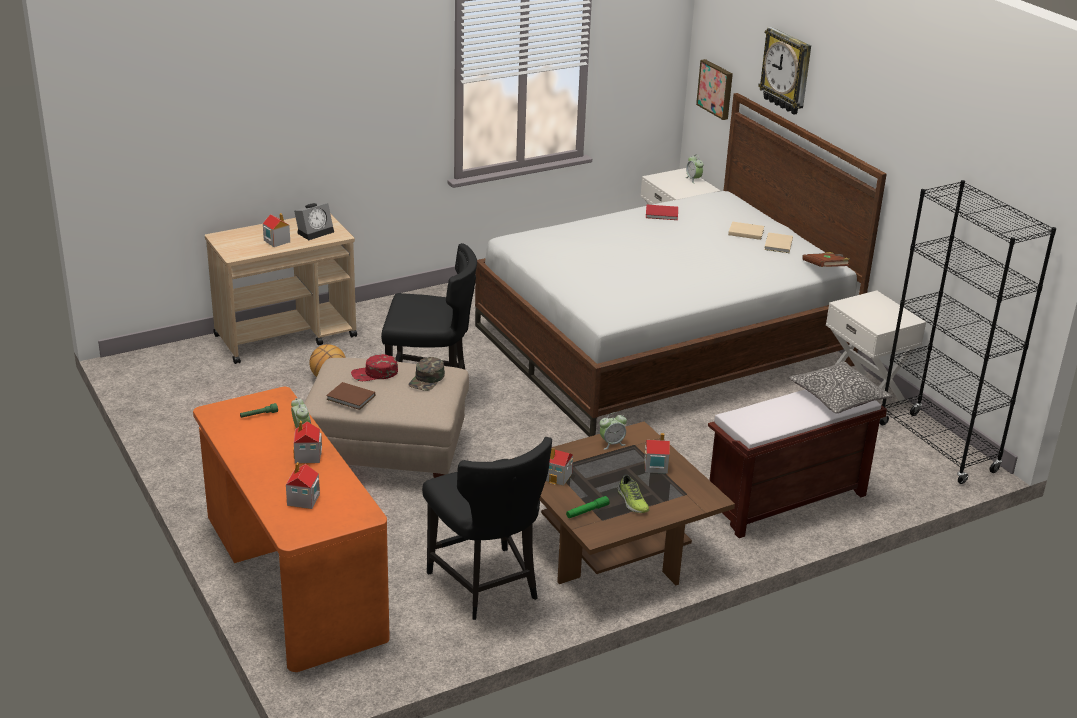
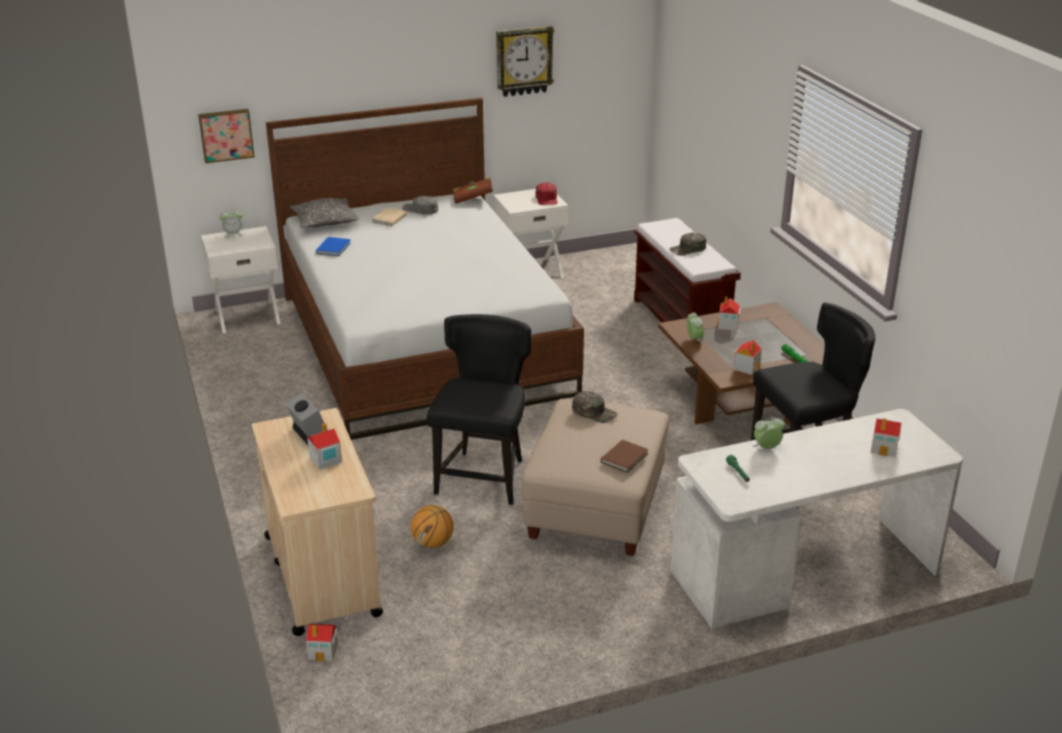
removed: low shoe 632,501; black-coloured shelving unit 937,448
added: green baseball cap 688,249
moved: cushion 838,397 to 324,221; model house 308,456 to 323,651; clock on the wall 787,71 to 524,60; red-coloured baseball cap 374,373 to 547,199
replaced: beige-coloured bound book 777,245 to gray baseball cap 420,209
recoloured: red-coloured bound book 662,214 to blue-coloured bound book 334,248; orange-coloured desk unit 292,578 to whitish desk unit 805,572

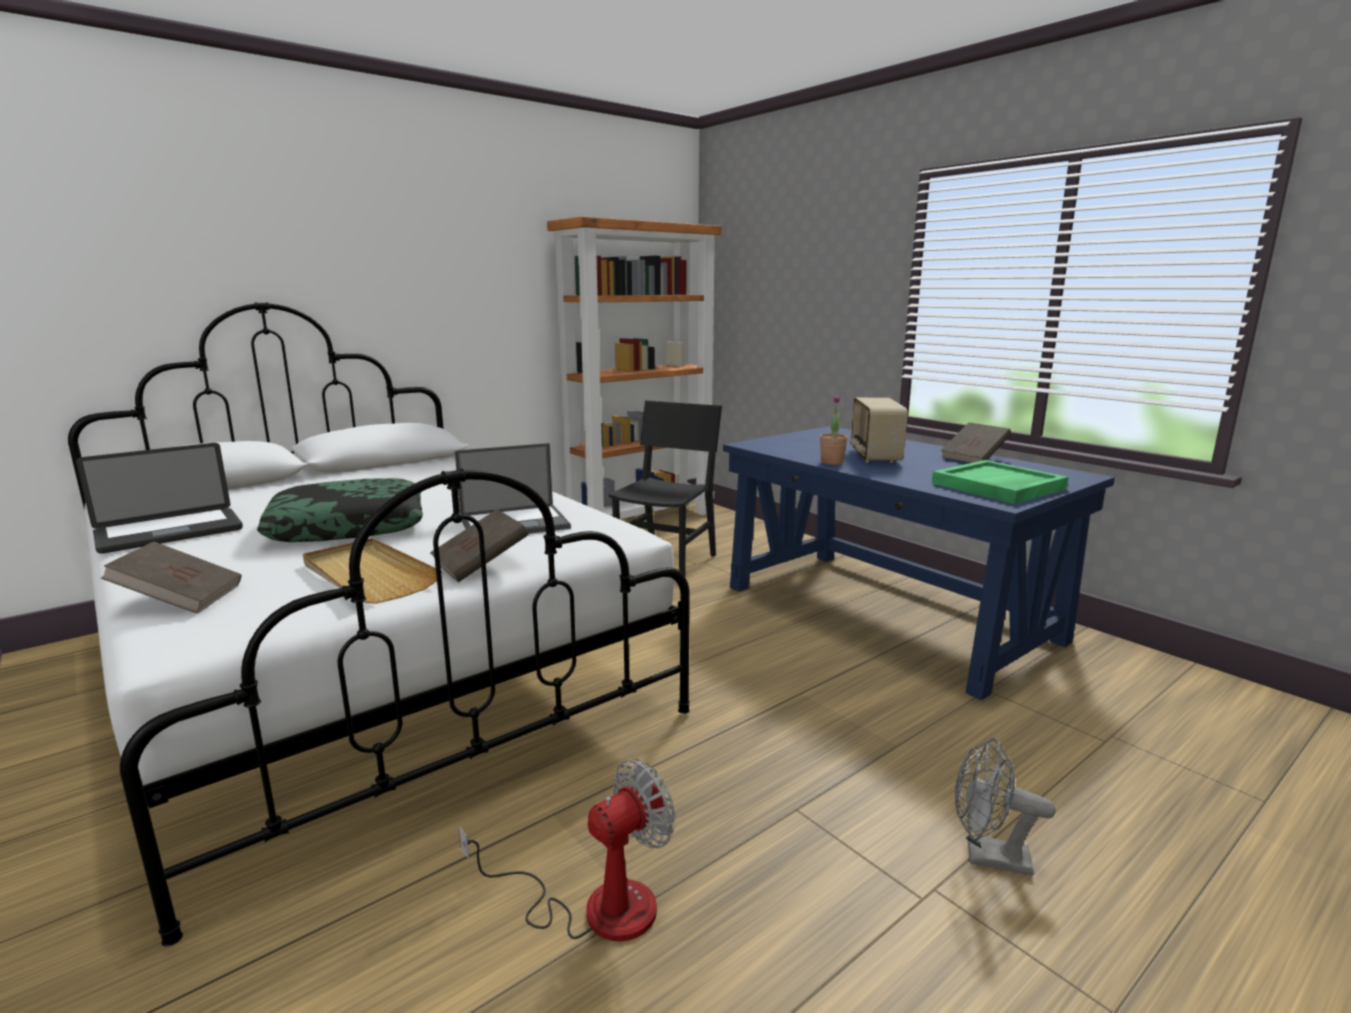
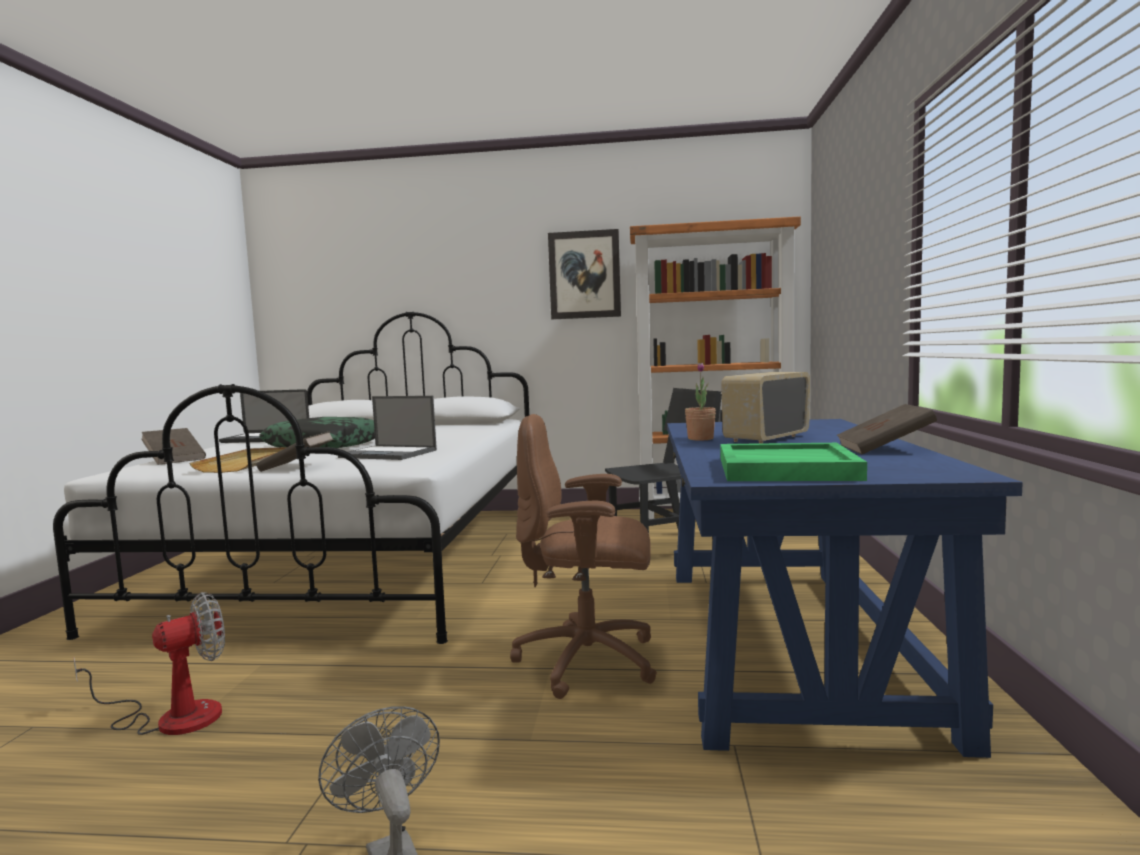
added: brownish desk chair 590,661; picture 584,275
turned: electric fan 595,906 = 172,717 45 degrees counterclockwise

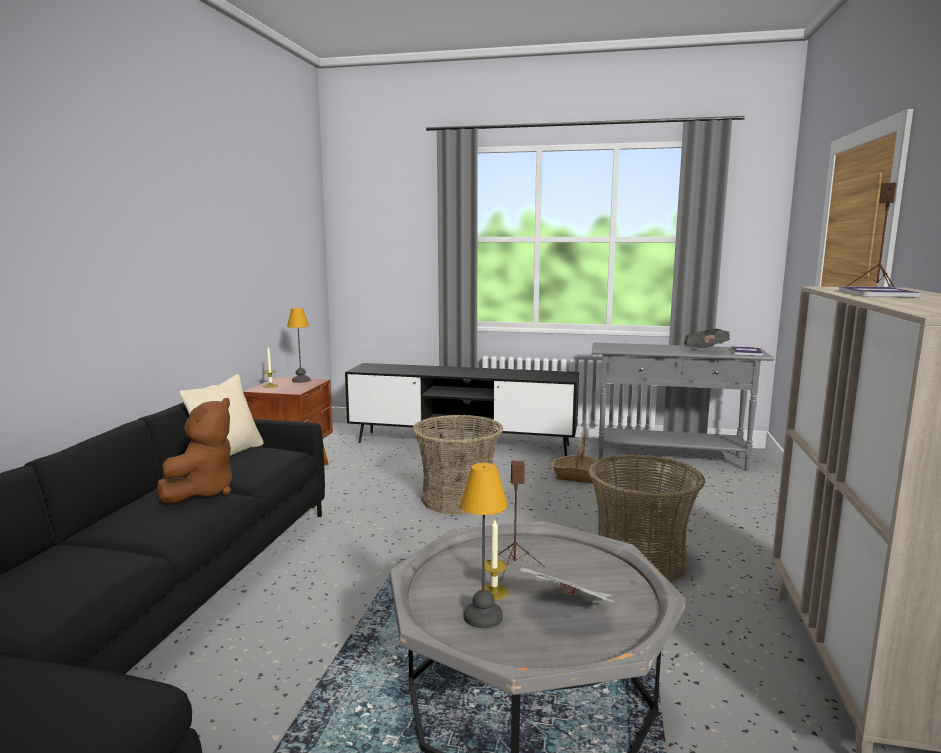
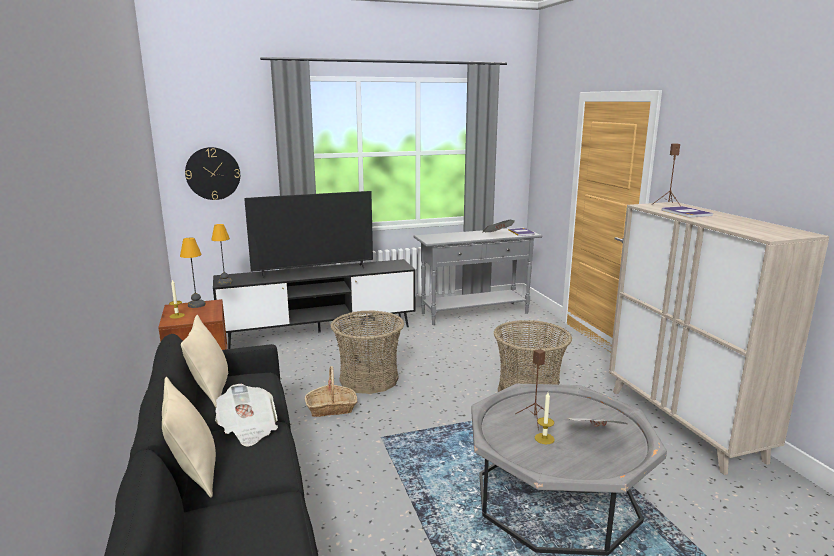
added: beige-coloured cushion 194,473; clock on the wall 213,173; TV 314,271
moved: table lamp 484,616 to 225,282; storage basket 578,476 to 331,408
replaced: brownish cuddly toy 202,492 to newspaper 248,429

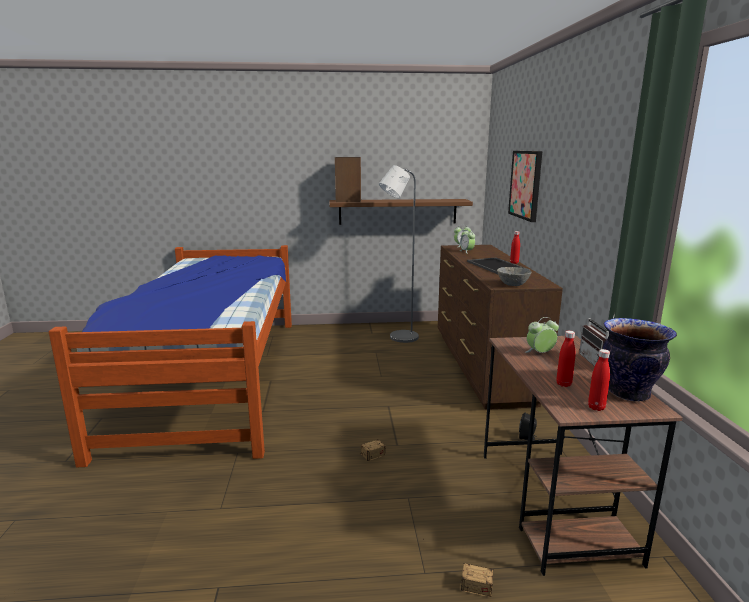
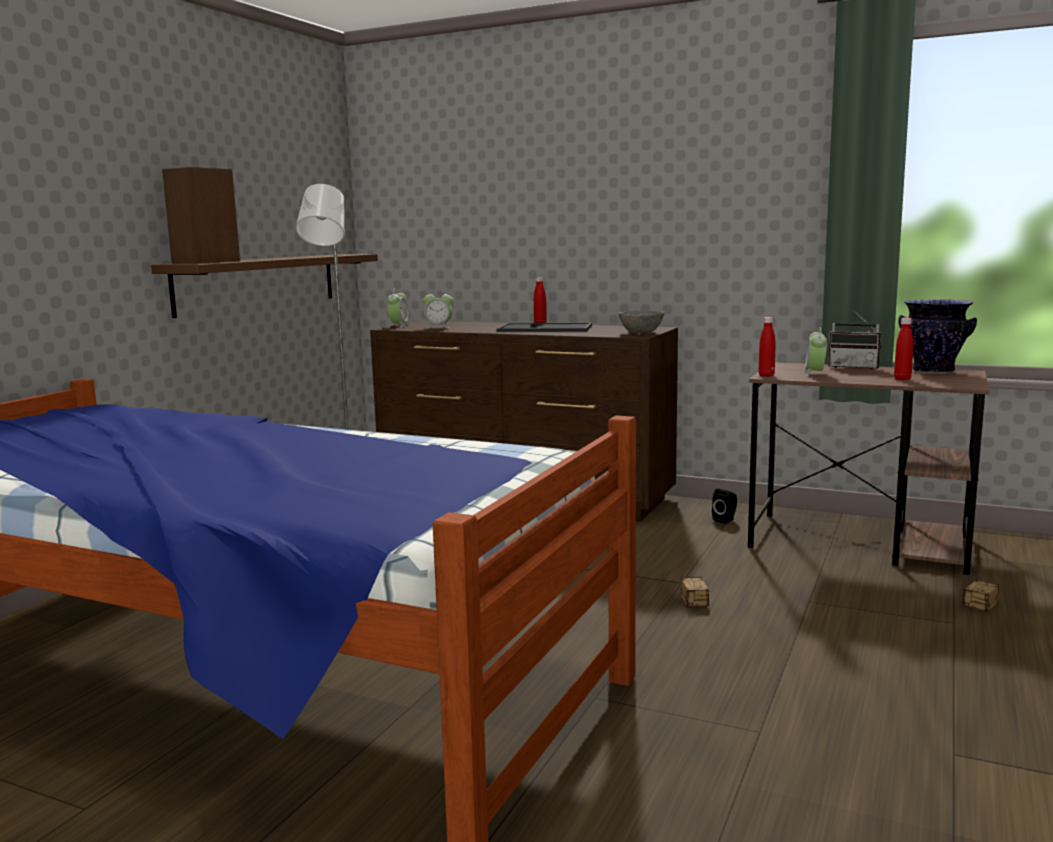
removed: picture 526,184
moved: red-coloured bottle 596,407 to 766,375

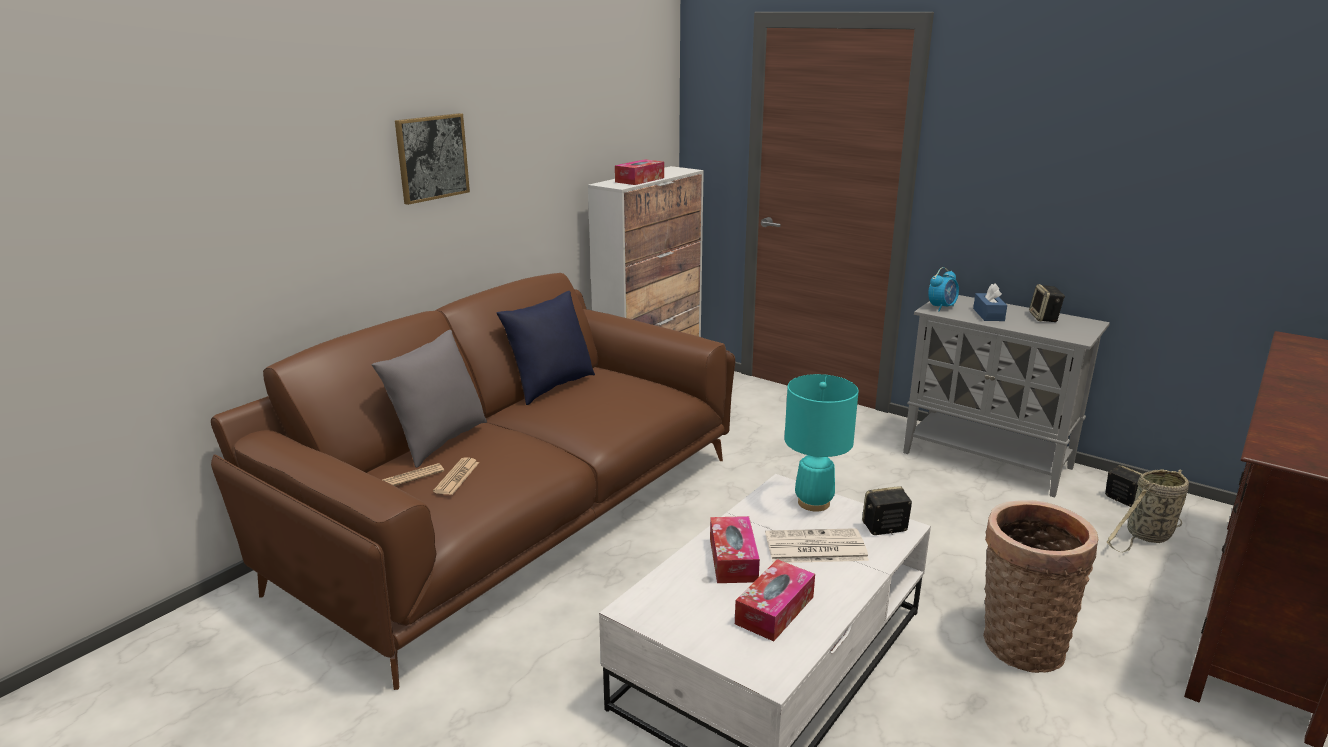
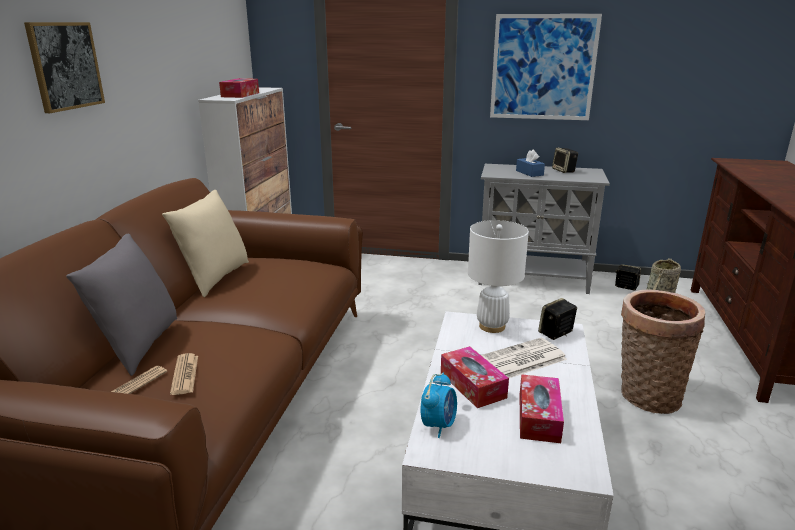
added: picture 543,67
moved: alarm clock 942,307 to 438,425
recoloured: blue-coloured cushion 550,386 to beige-coloured cushion 214,278; turquoise-coloured table lamp 813,503 to whitish table lamp 492,326

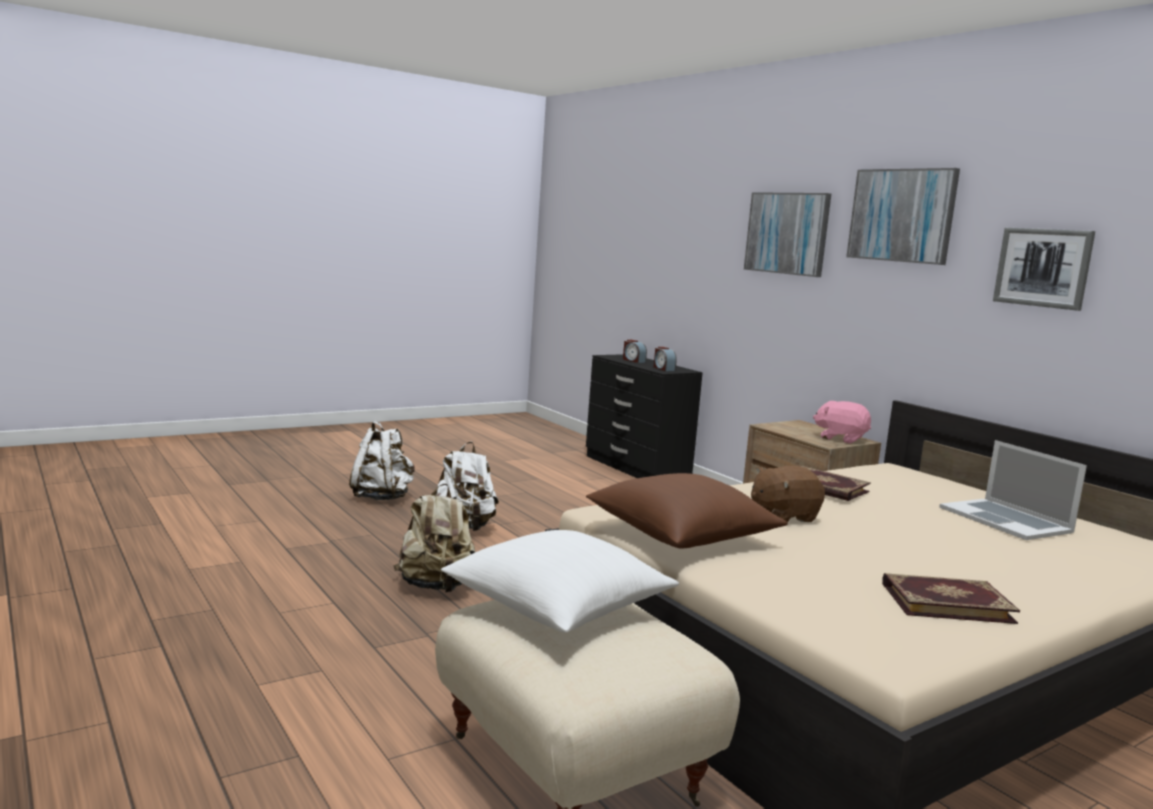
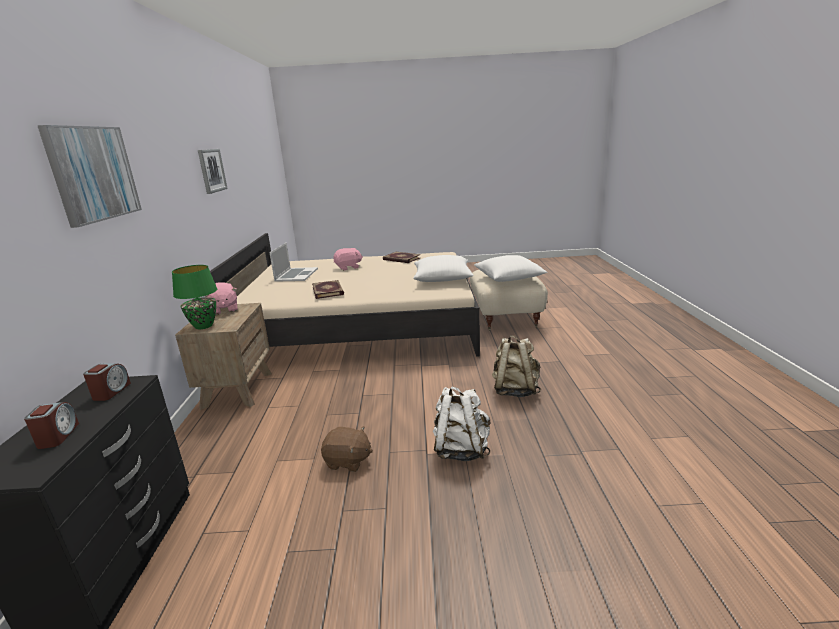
removed: whitish rucksack 382,497; picture 902,215
added: green table lamp 204,326; pinkish cuddly toy 348,267
moved: brownish cuddly toy 783,516 to 348,461
recoloured: brownish cushion 681,535 to whitish cushion 442,279

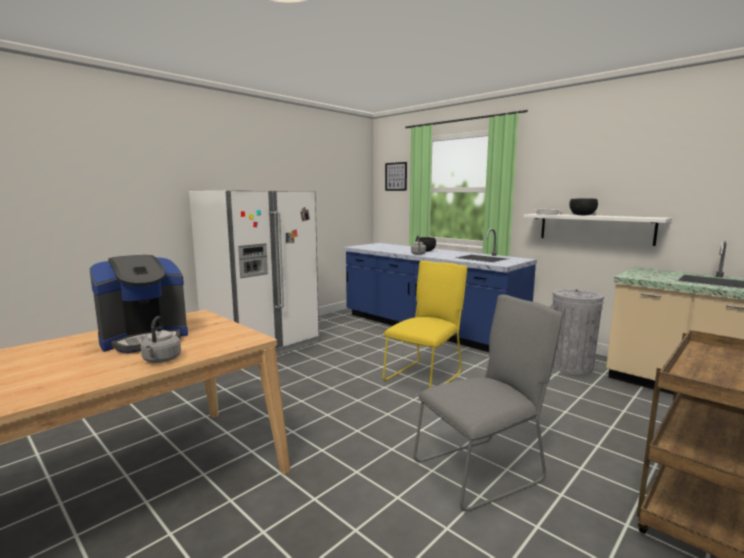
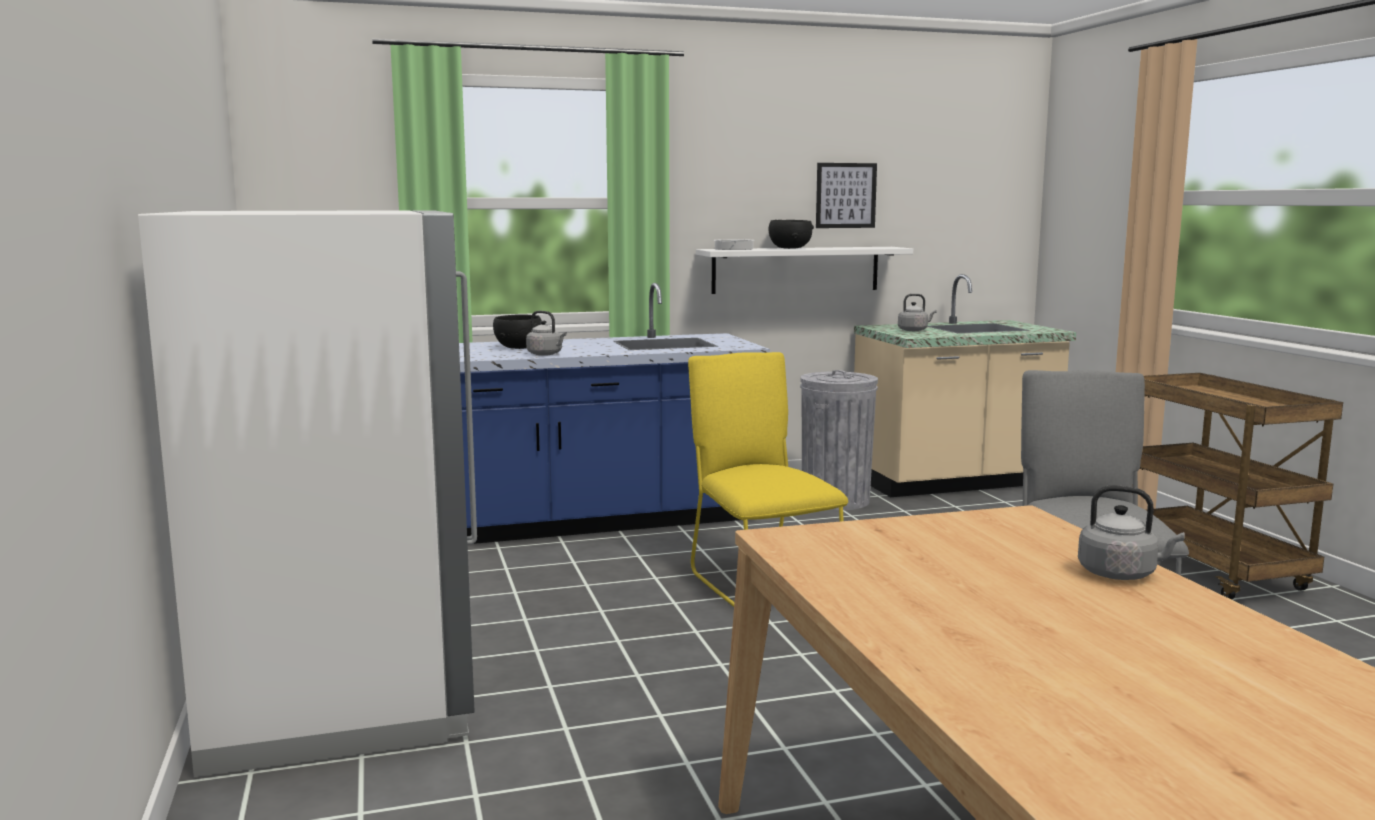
removed: coffee brewer 144,339
added: gray kettle 914,330
moved: picture 396,176 to 845,195

